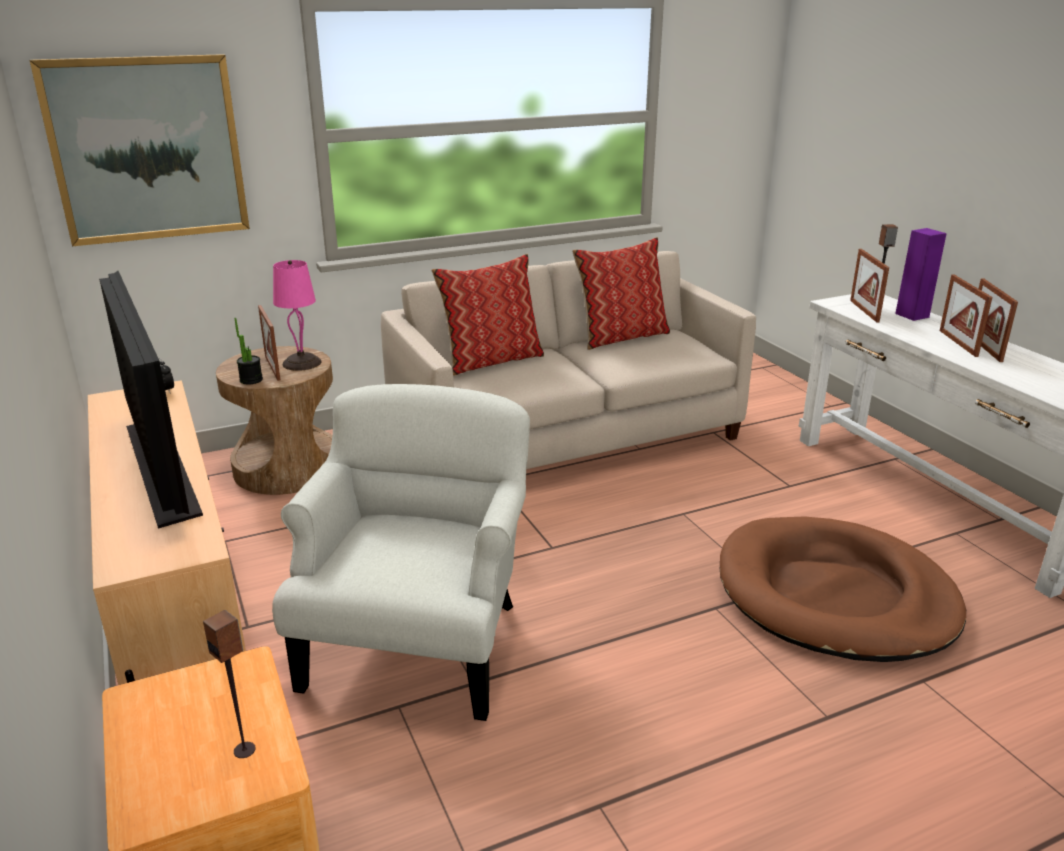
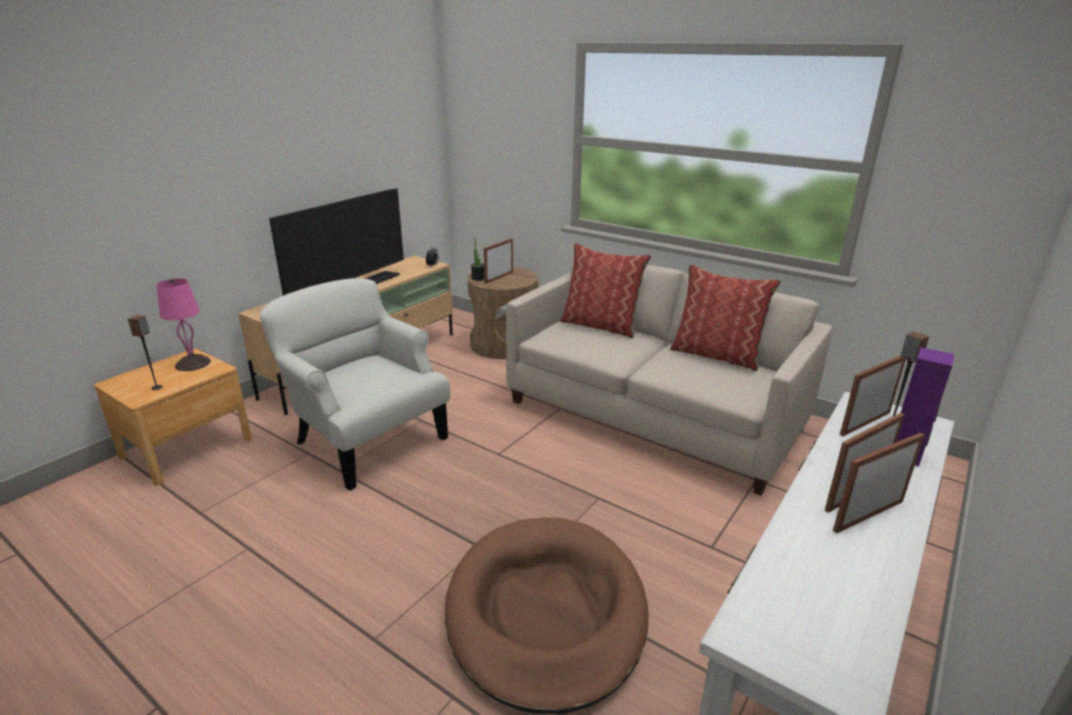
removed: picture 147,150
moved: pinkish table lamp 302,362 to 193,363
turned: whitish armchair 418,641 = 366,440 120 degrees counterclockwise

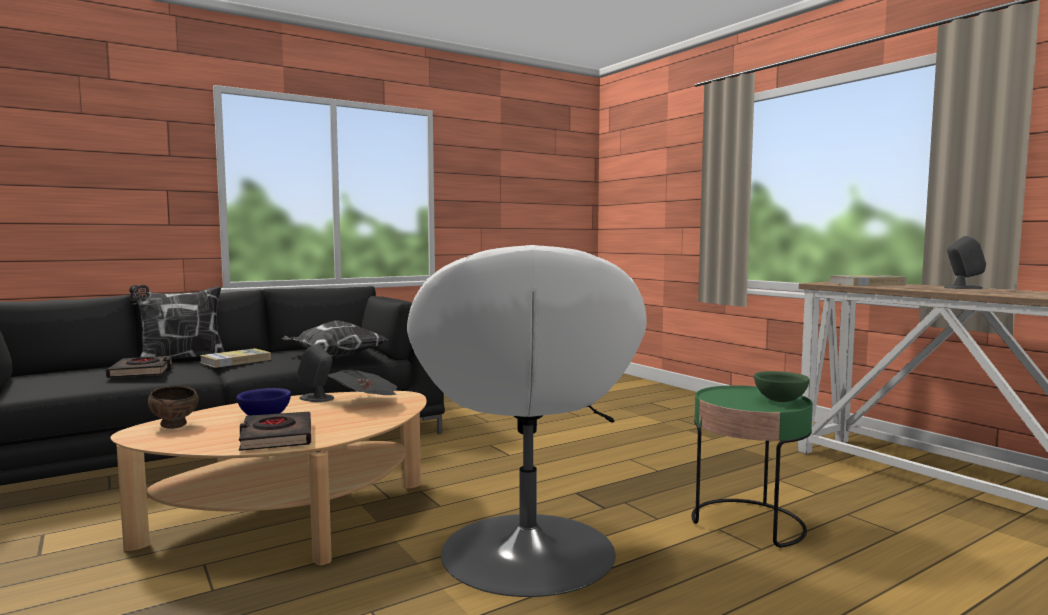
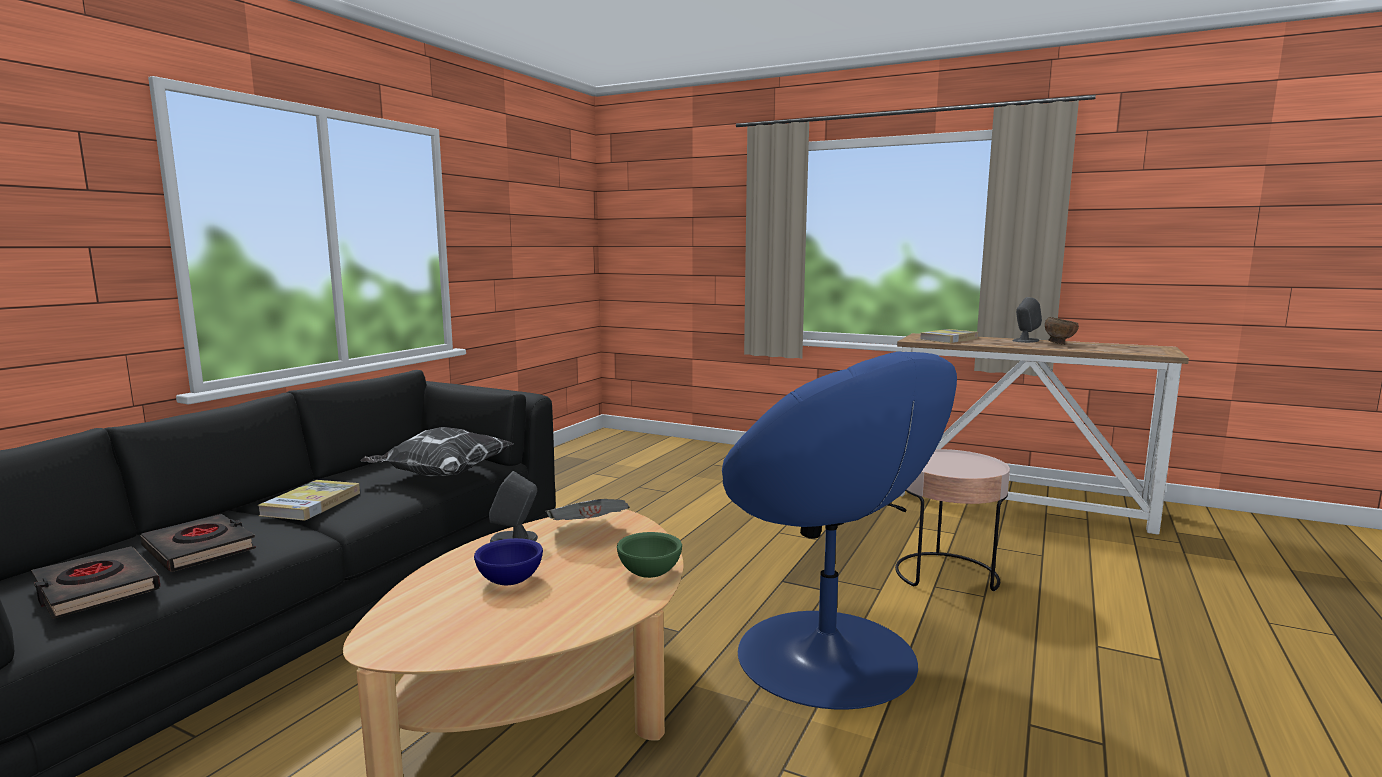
removed: cushion 181,360
moved: black-coloured bound book 276,437 to 96,589; green bowl 780,401 to 649,574; brownish bowl 175,426 to 1059,344
recoloured: whitish armchair 527,552 to blue-coloured armchair 827,657; green side table 748,523 to pinkish side table 946,574

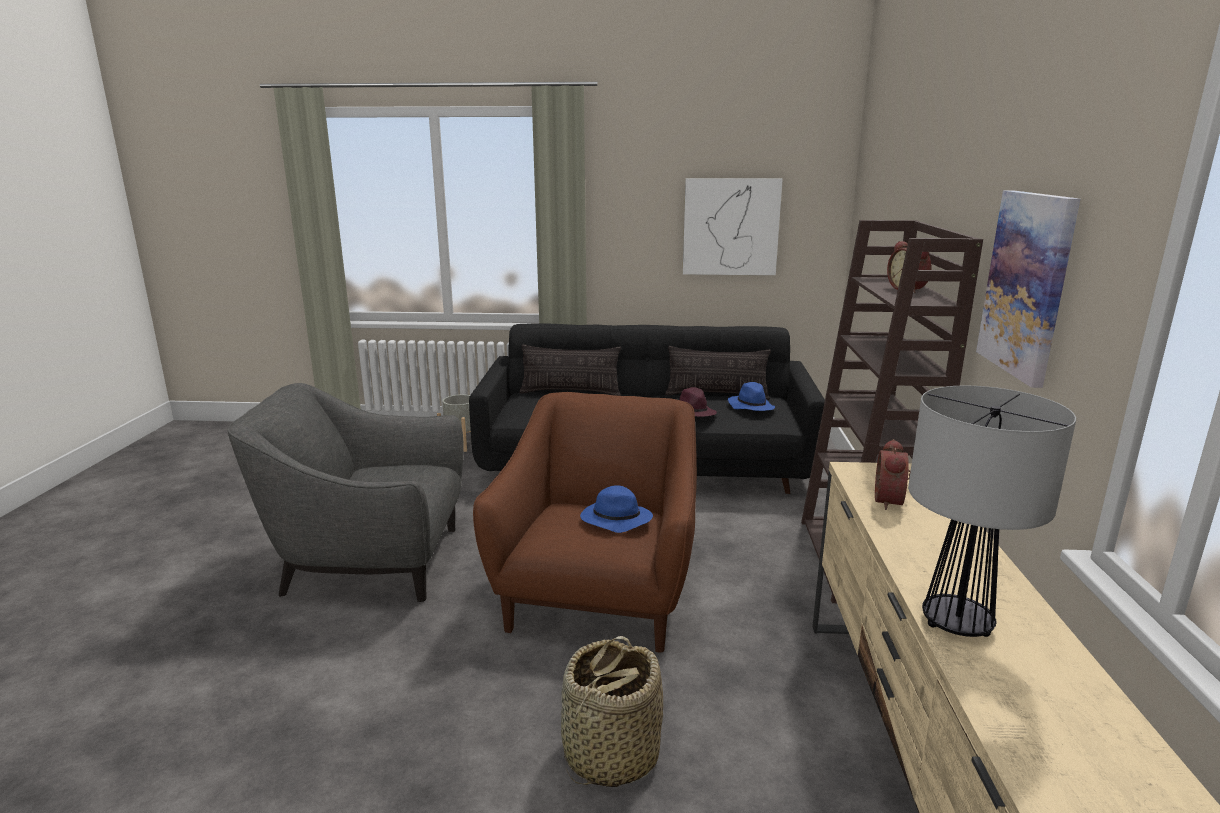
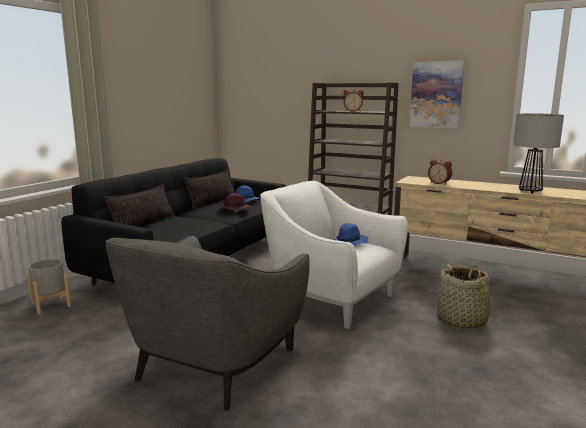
removed: picture 730,227
recoloured: brownish armchair 600,595 to whitish armchair 331,299

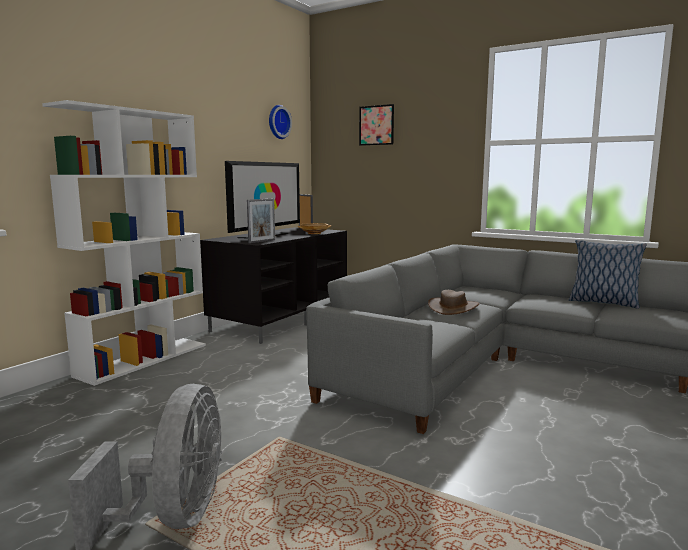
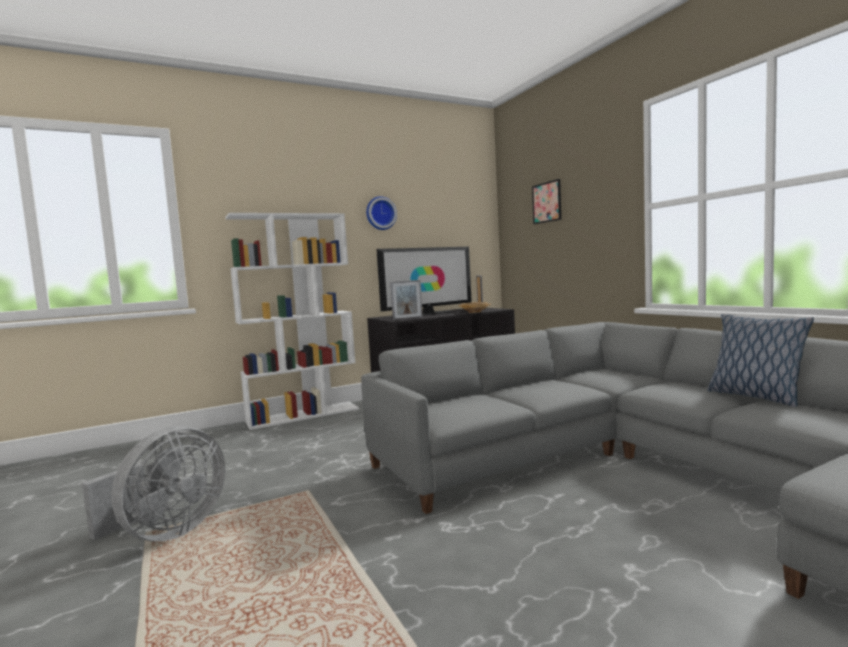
removed: brownish clothing hat 453,308
moved: clock on the wall 277,122 to 380,213

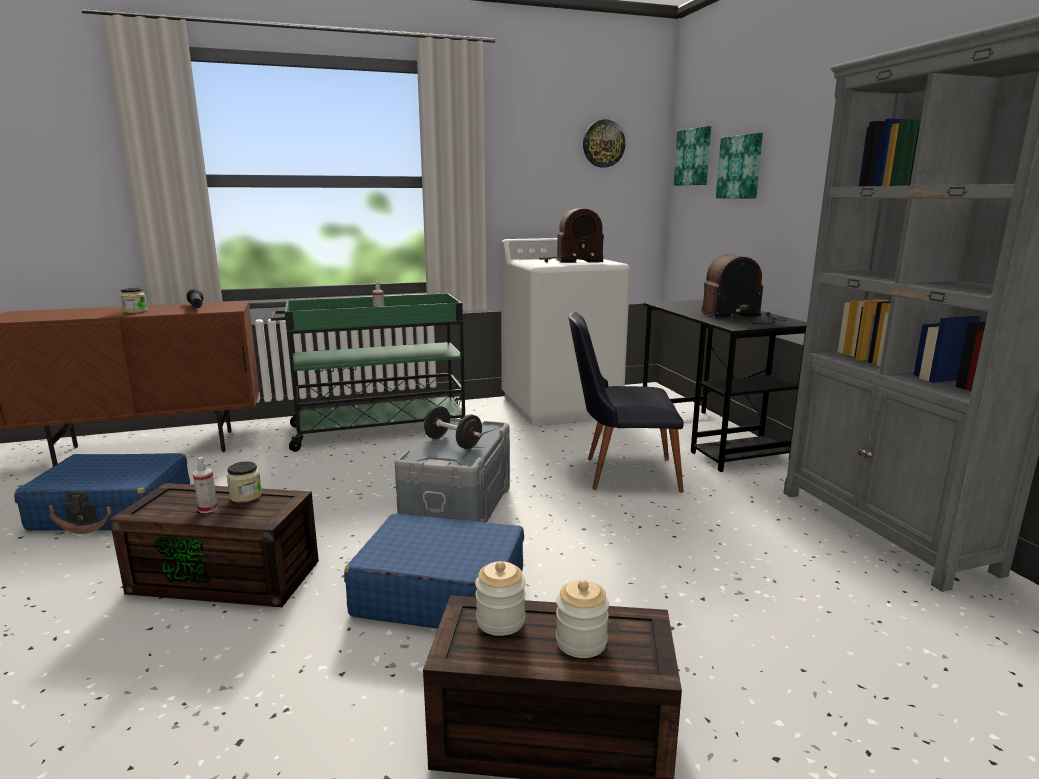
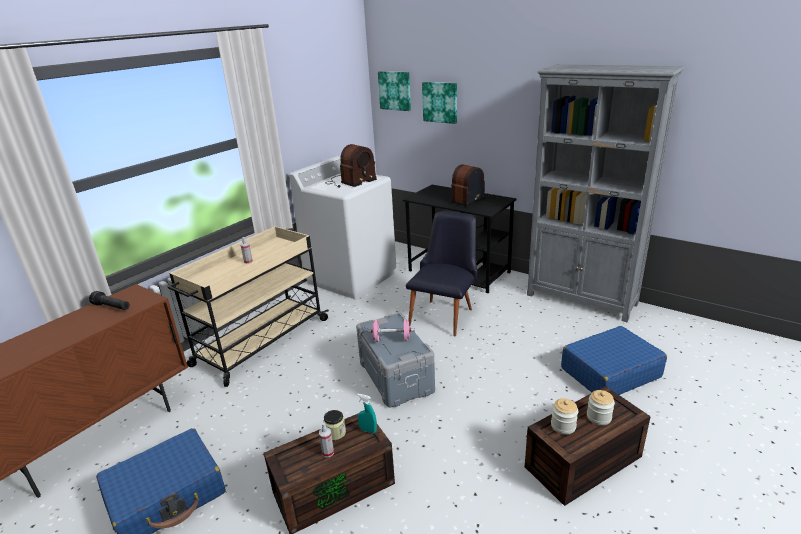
removed: preserve jar 135,311; clock on the wall 603,143
added: turquoise-coloured hand sprayer 368,430
moved: blue-coloured piece of luggage 440,592 to 609,373
recoloured: green trolley 379,429 to beige-coloured trolley 260,342; black-coloured dumbbell 453,442 to pinkish dumbbell 391,339
turned: black-coloured chair 620,473 = 445,314 150 degrees clockwise

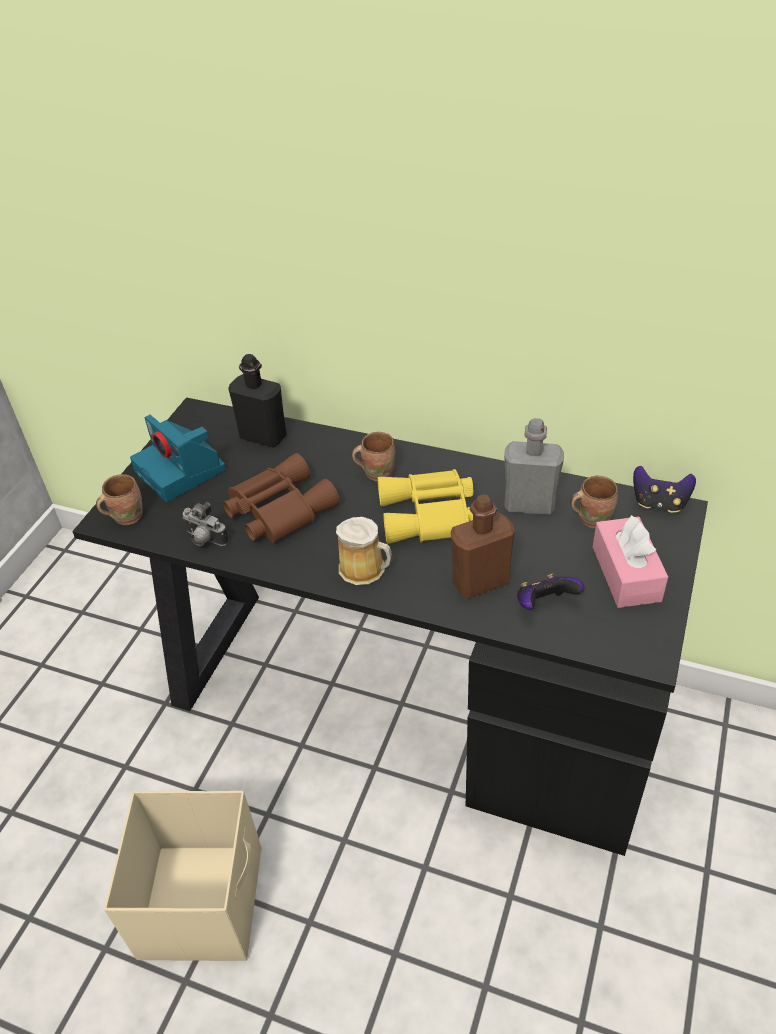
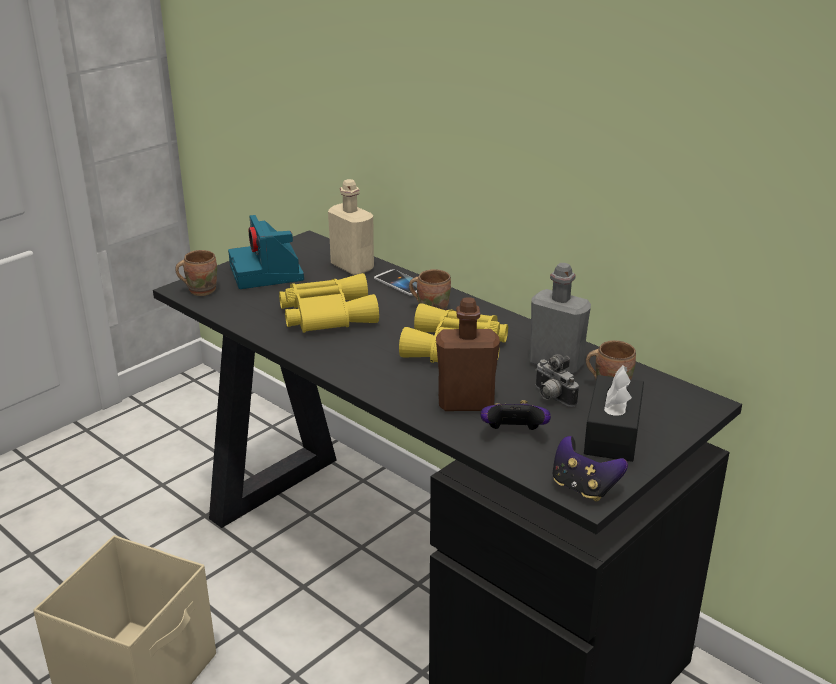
removed: mug 365,569
added: handset 401,284
moved: photo camera 204,540 to 551,398; gamepad 659,503 to 583,488
recoloured: brownish binoculars 277,509 to yellowish binoculars 326,314; black-coloured bottle 263,436 to beige-coloured bottle 352,267; pinkish tissue holder 626,573 to black-coloured tissue holder 612,433

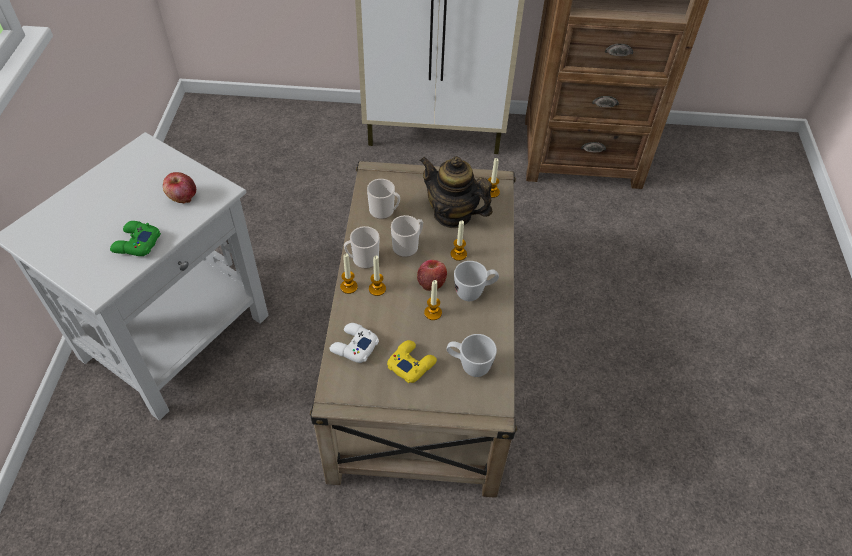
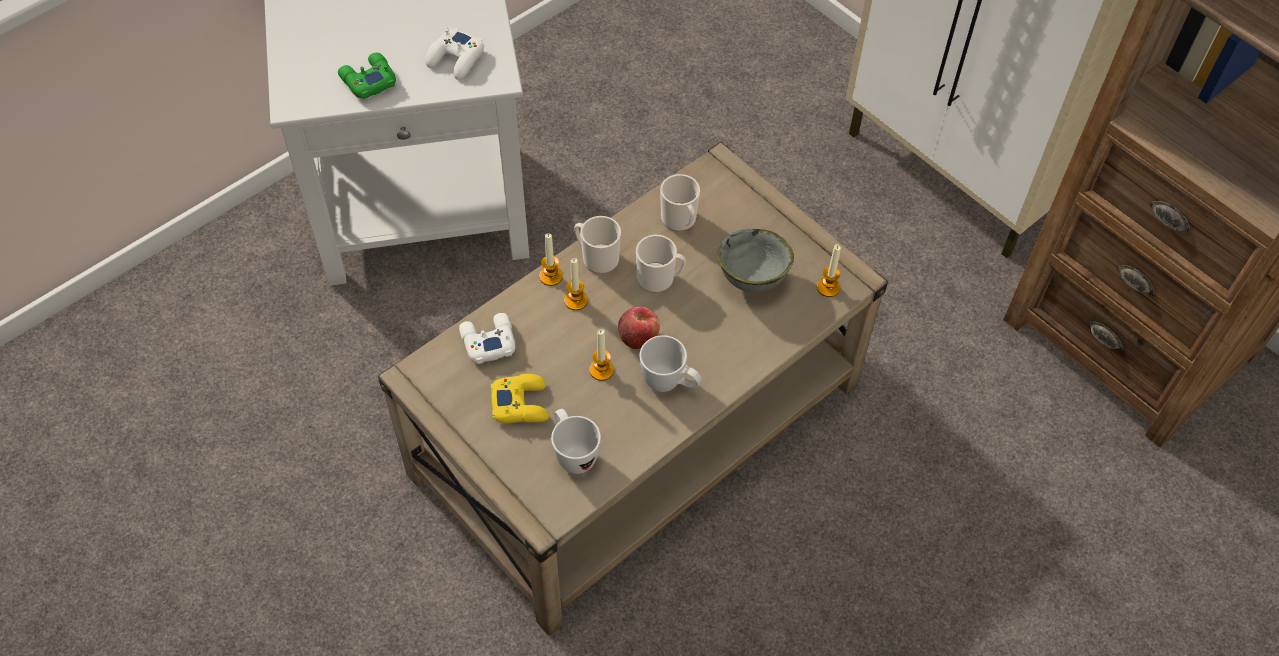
removed: wax light 458,254
replaced: apple 182,197 to whitish gamepad 456,59; teapot 453,214 to gray bowl 751,280

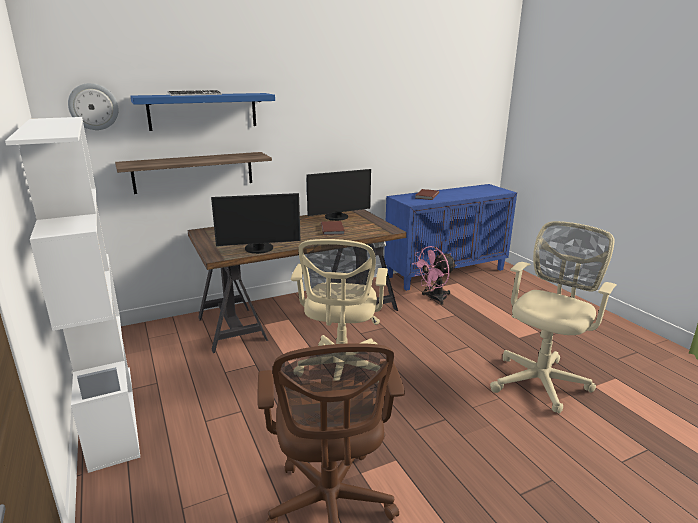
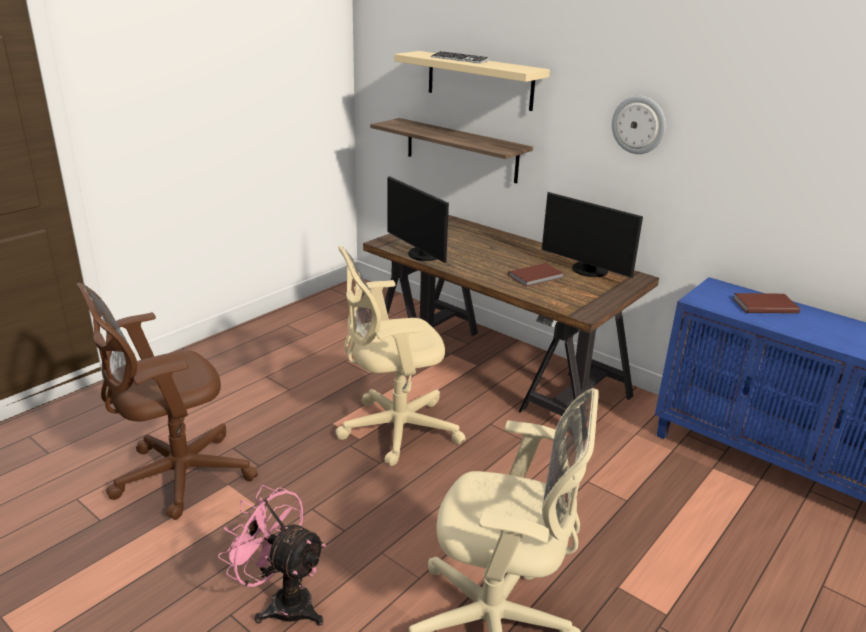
removed: whitish shelving unit 110,413
moved: pinkish electric fan 433,298 to 282,602; clock on the wall 93,107 to 639,125
recoloured: blue-coloured wall shelf 203,111 to beige-coloured wall shelf 479,80

